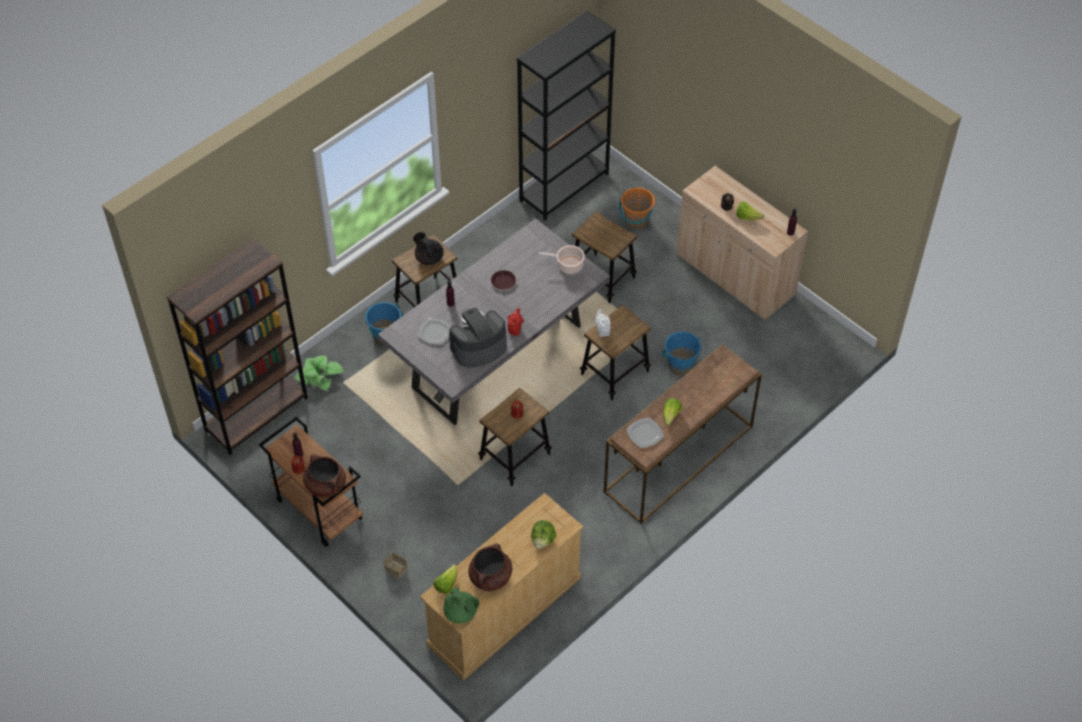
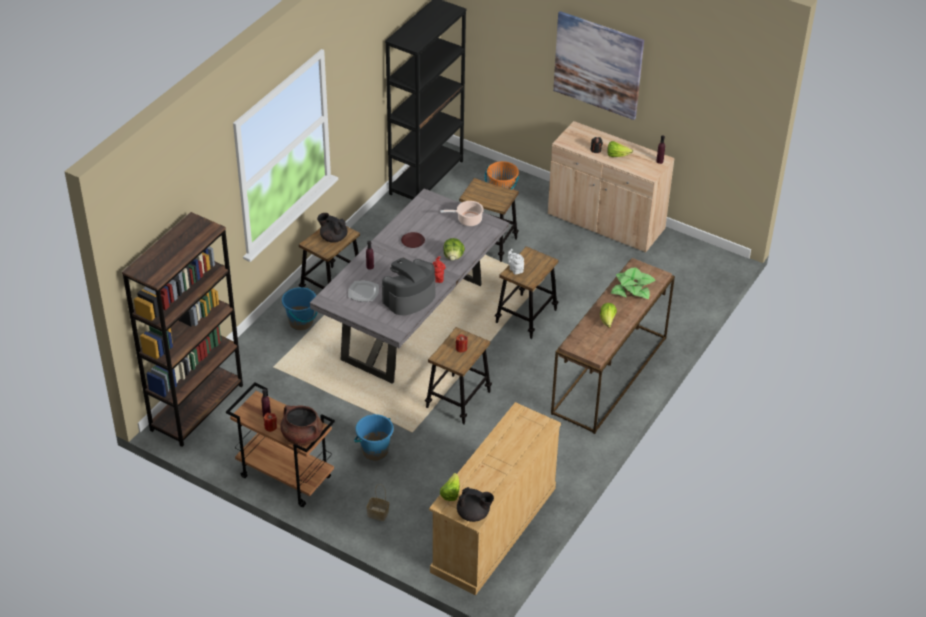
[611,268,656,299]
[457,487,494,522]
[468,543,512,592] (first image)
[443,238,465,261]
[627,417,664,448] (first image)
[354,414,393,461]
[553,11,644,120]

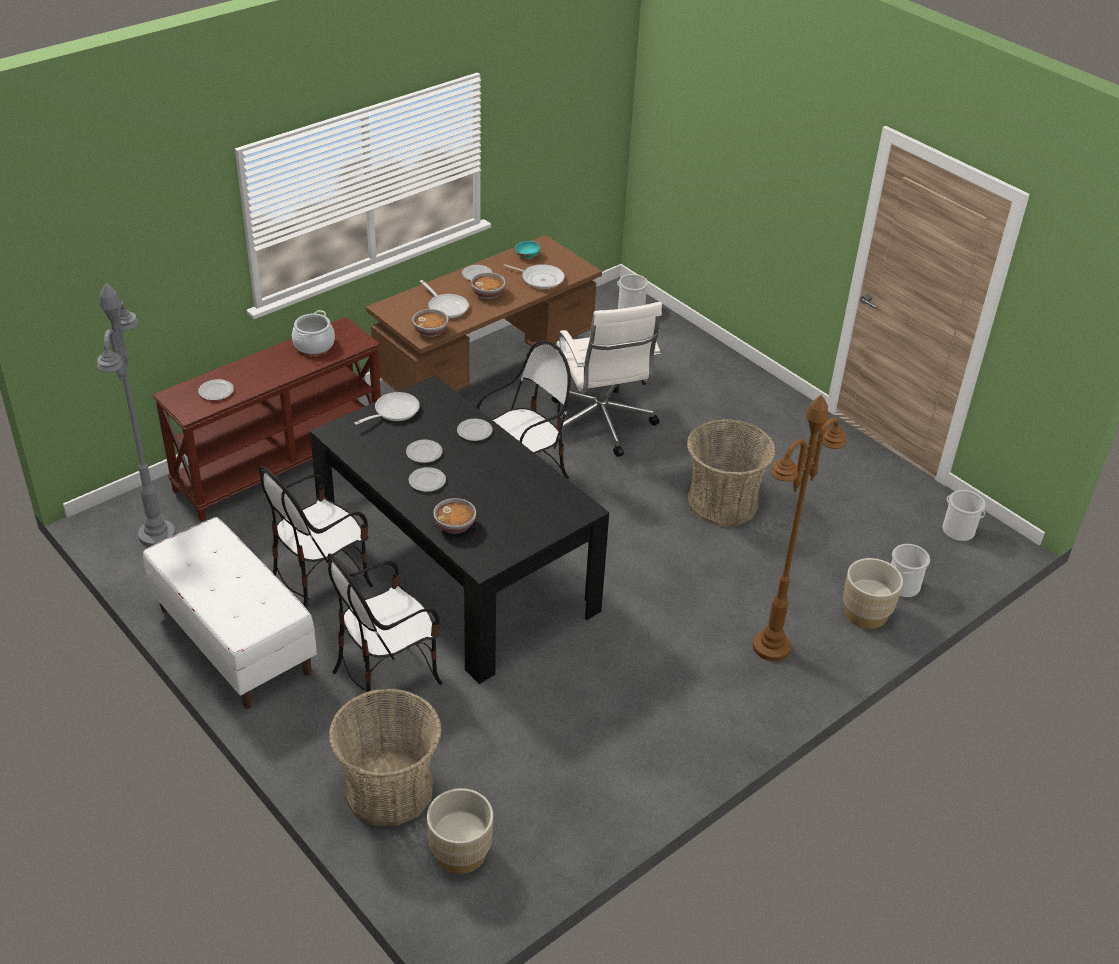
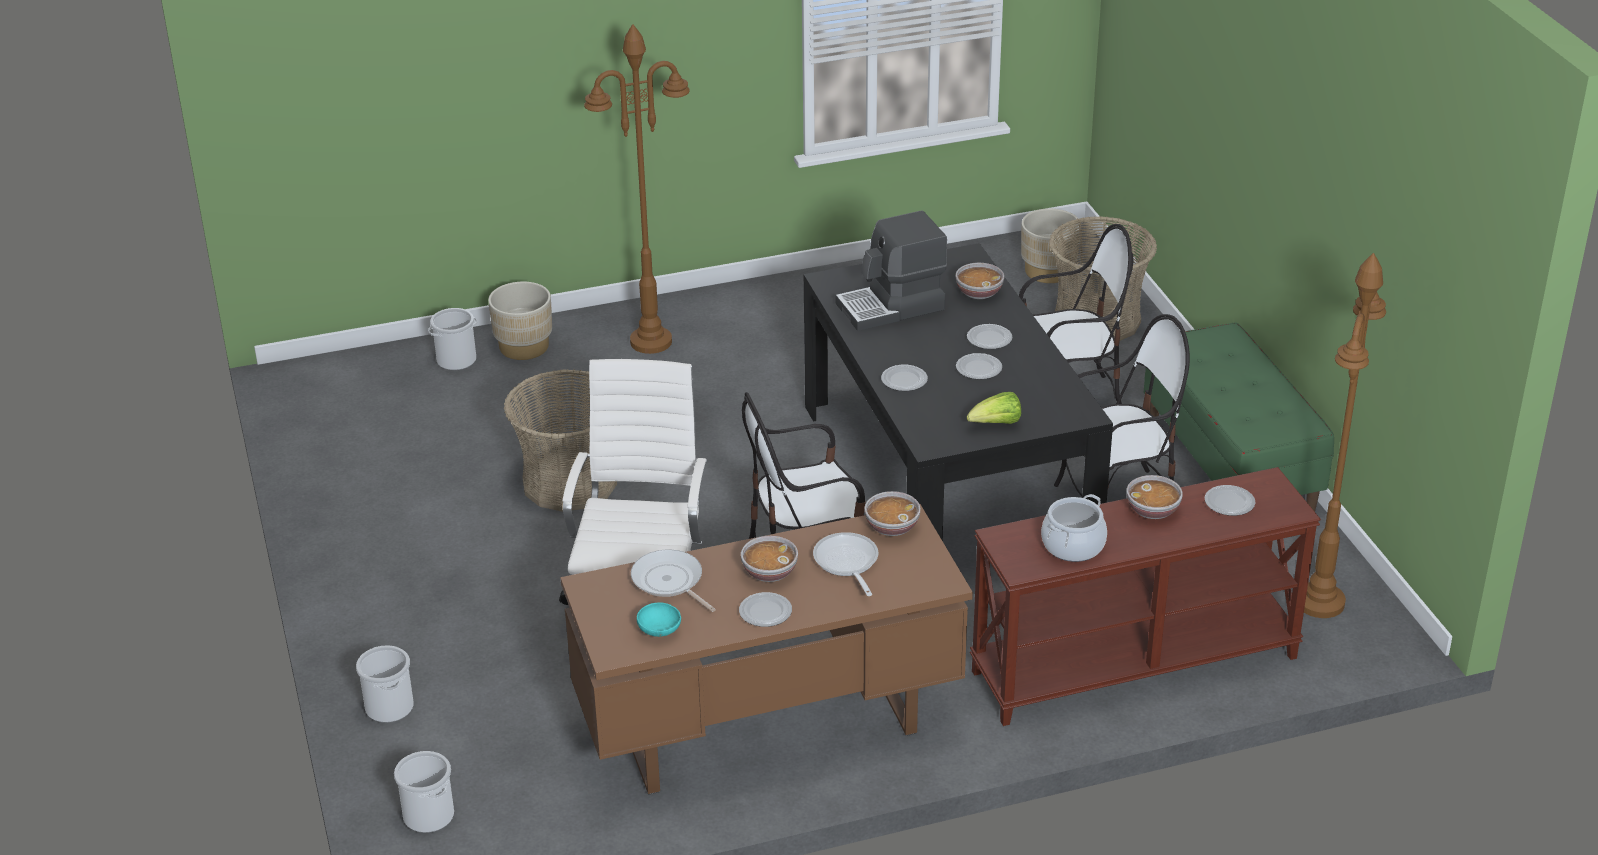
[1304,253,1386,618]
[1144,322,1334,512]
[967,392,1021,424]
[356,646,414,723]
[835,211,947,331]
[1127,475,1183,519]

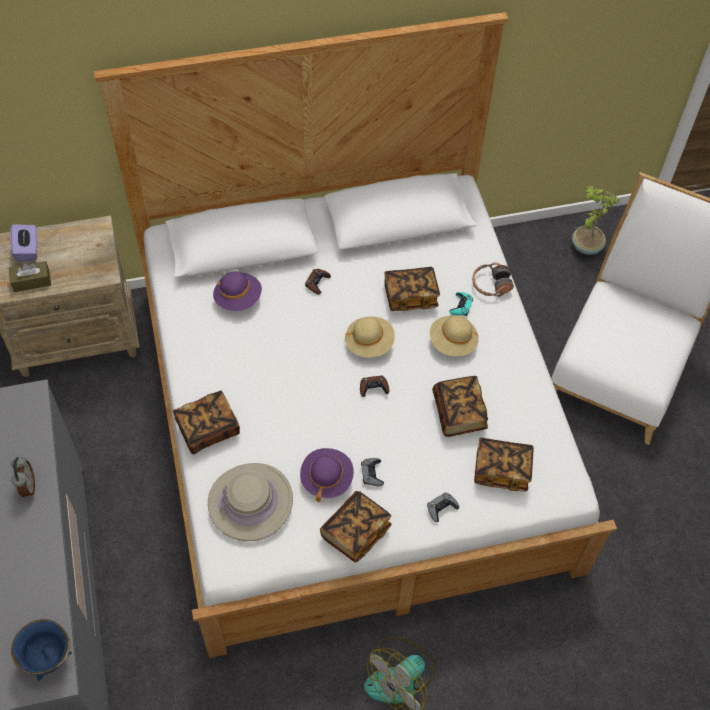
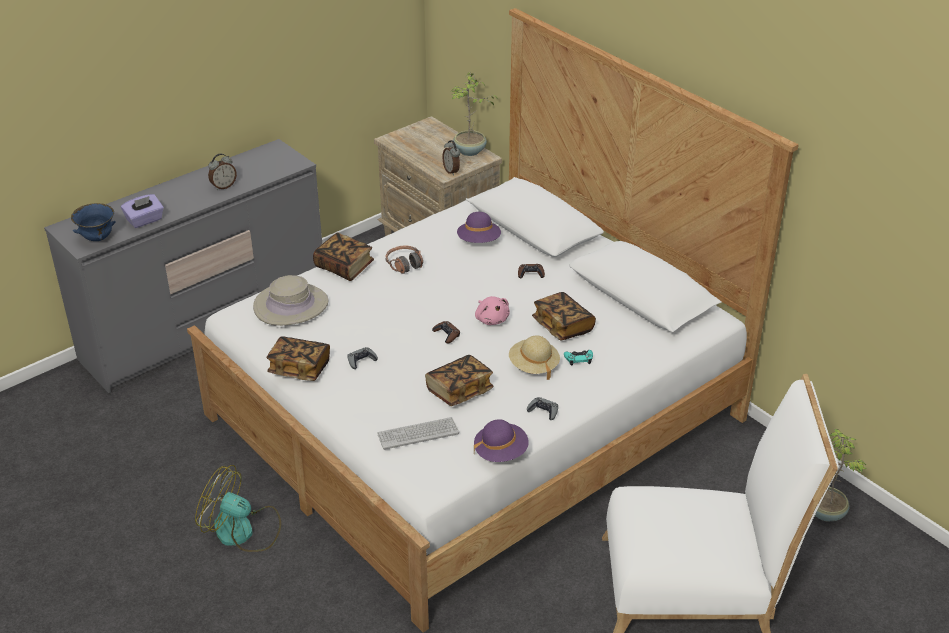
[9,261,51,292] (first image)
[121,194,164,228]
[474,419,529,462]
[475,296,510,325]
[527,397,558,420]
[386,246,423,274]
[377,417,459,450]
[443,140,460,176]
[451,72,498,156]

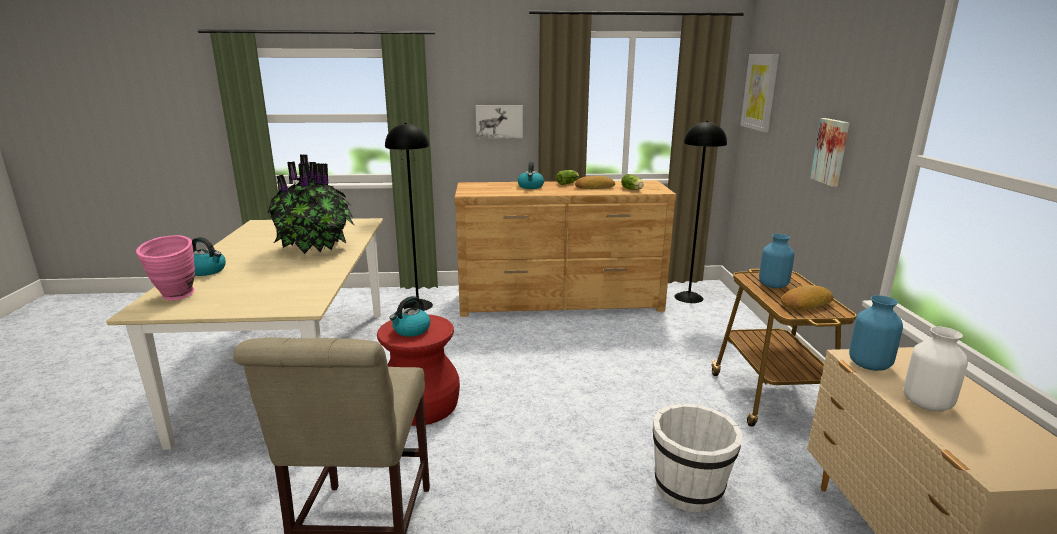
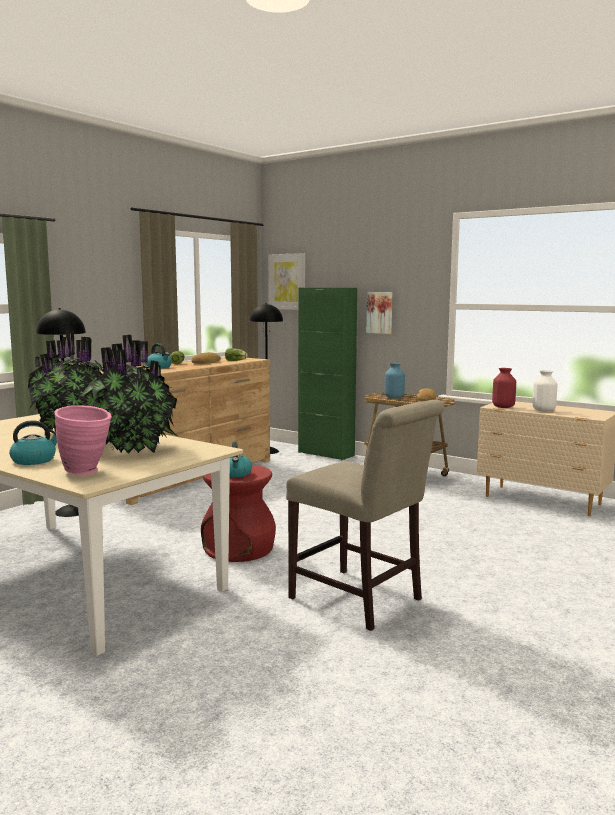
[476,105,523,139] (first image)
[653,403,743,512] (first image)
[492,368,516,408]
[80,335,177,453]
[298,288,357,461]

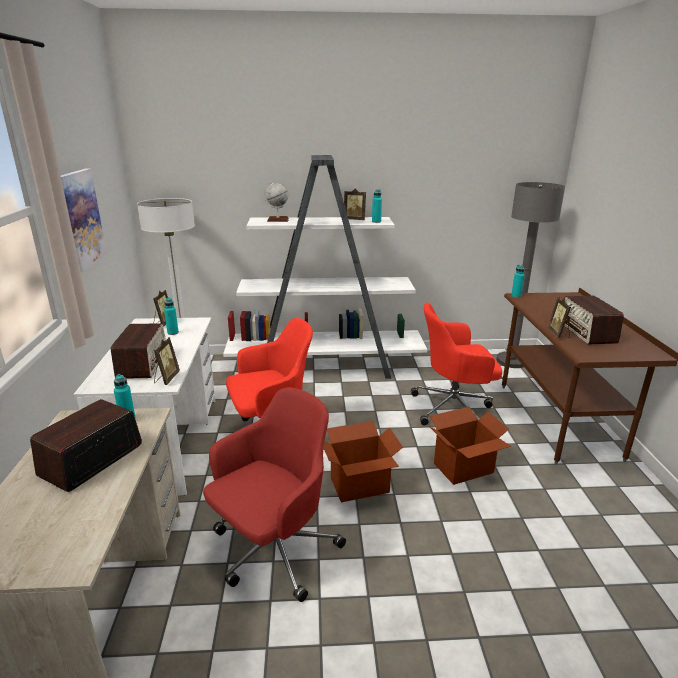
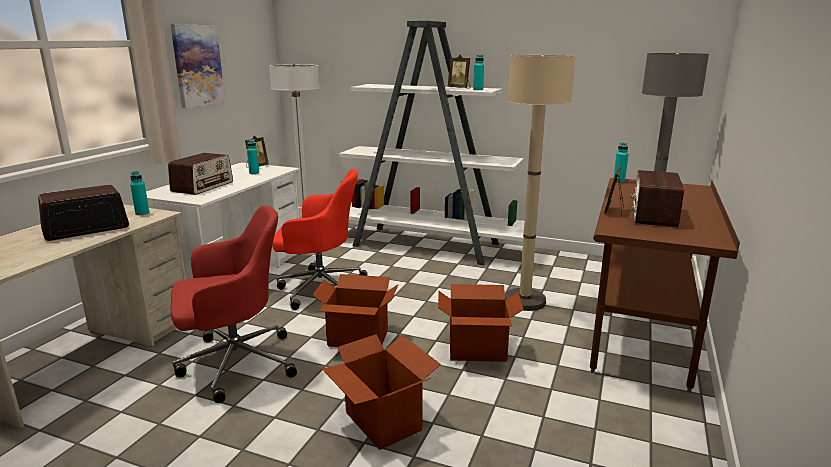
[154,337,180,385] (first image)
[263,182,289,222] (first image)
[505,55,576,311]
[322,334,441,450]

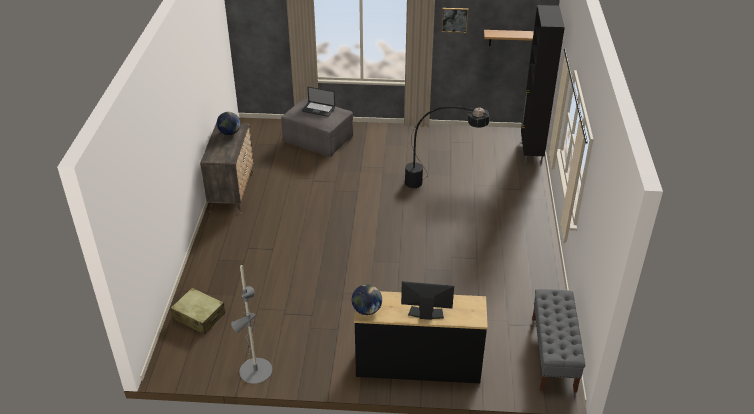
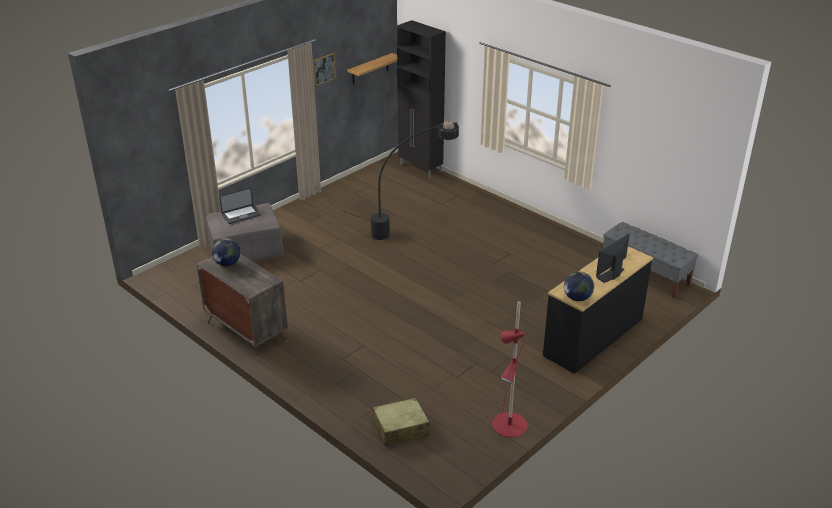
[430,301,528,437]

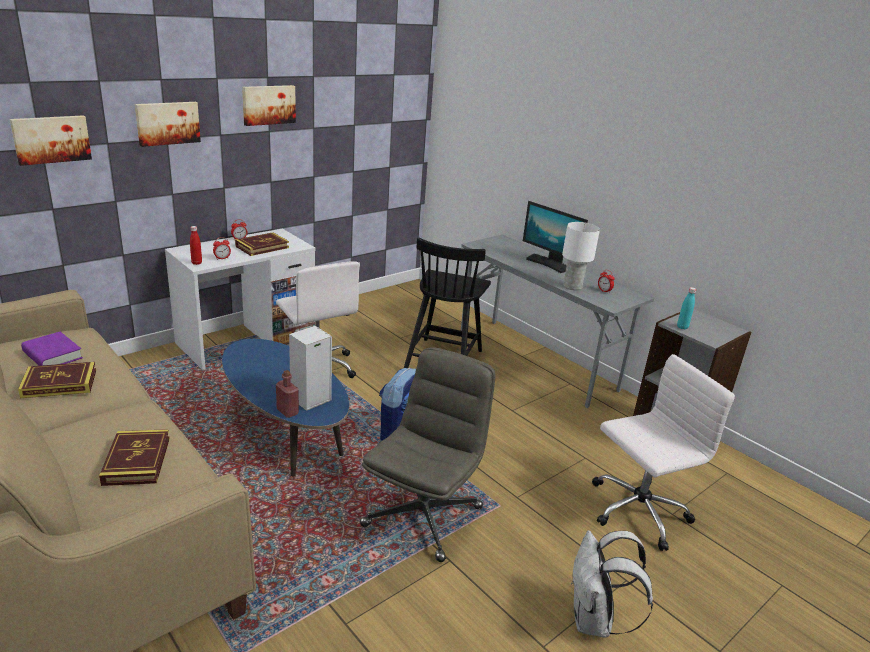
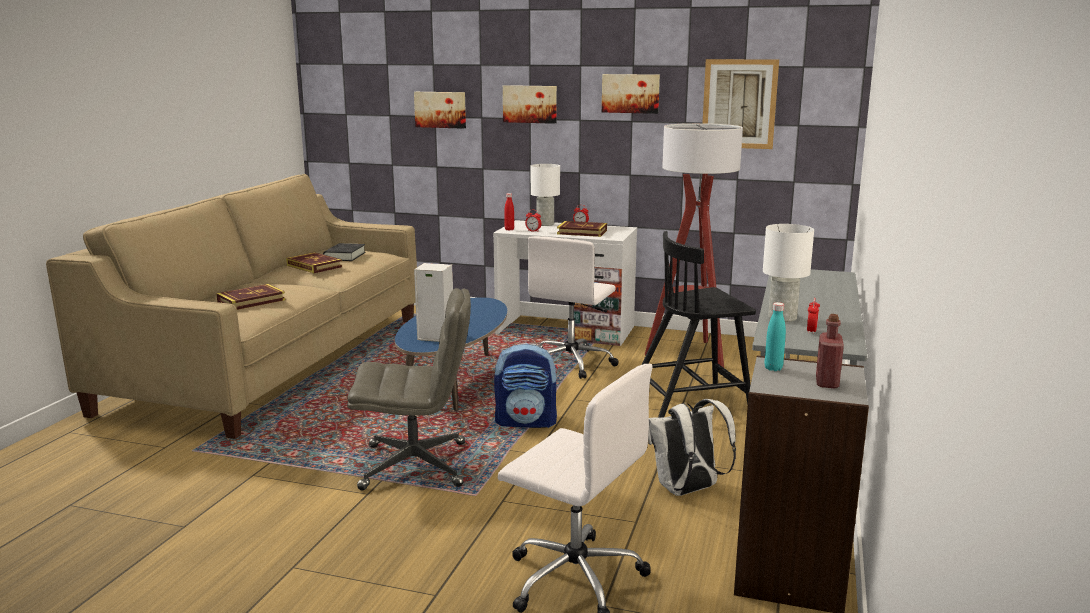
[323,243,366,261]
[816,314,844,388]
[523,201,588,273] (first image)
[648,399,736,496]
[531,164,560,226]
[645,123,743,368]
[703,59,779,149]

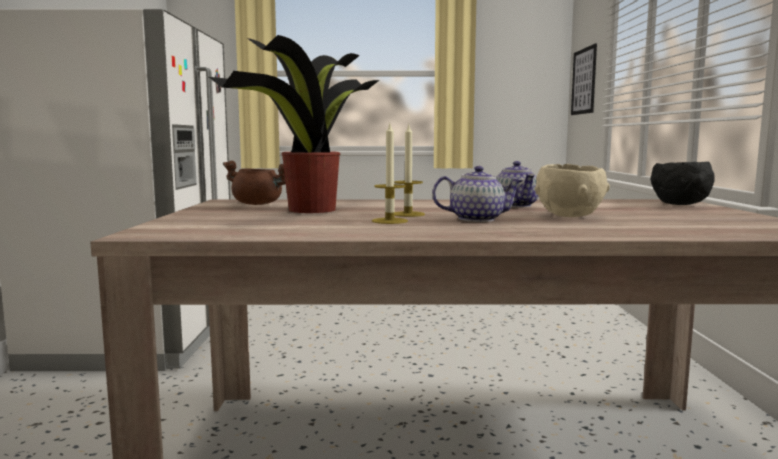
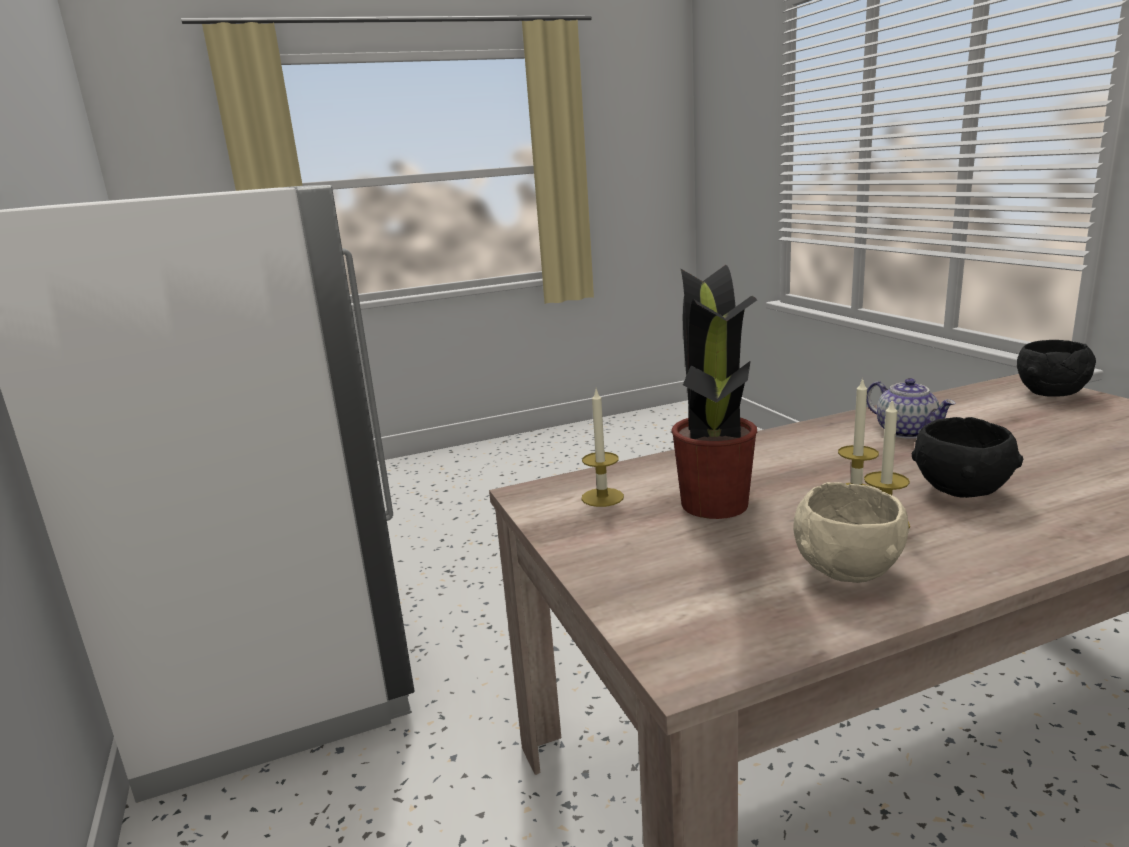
[581,390,624,507]
[912,417,1023,498]
[793,482,909,583]
[571,44,597,115] (first image)

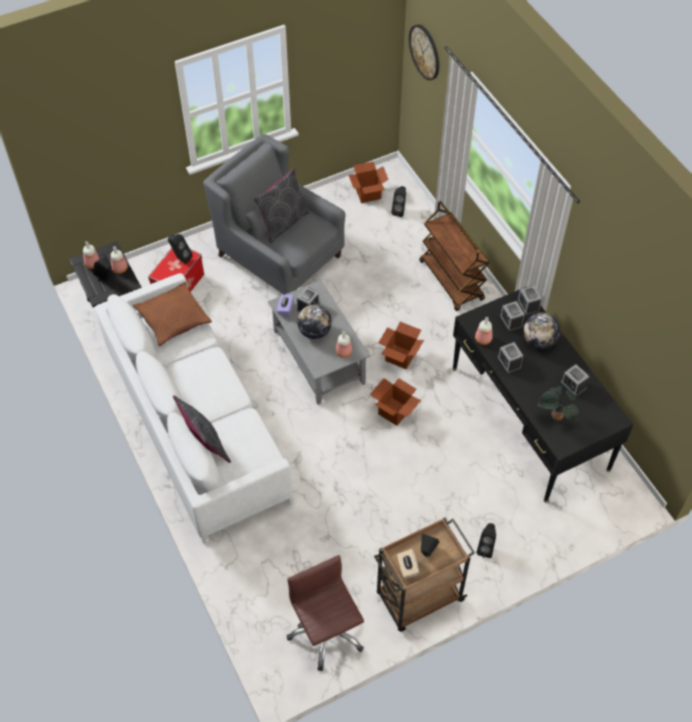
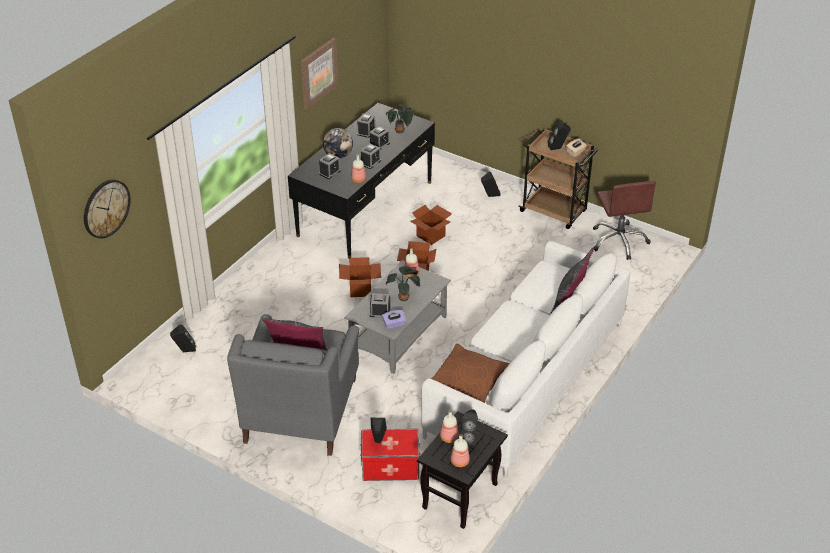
[593,181,656,260]
[386,266,420,301]
[410,205,452,245]
[419,201,489,311] (first image)
[370,126,390,150]
[301,38,338,109]

